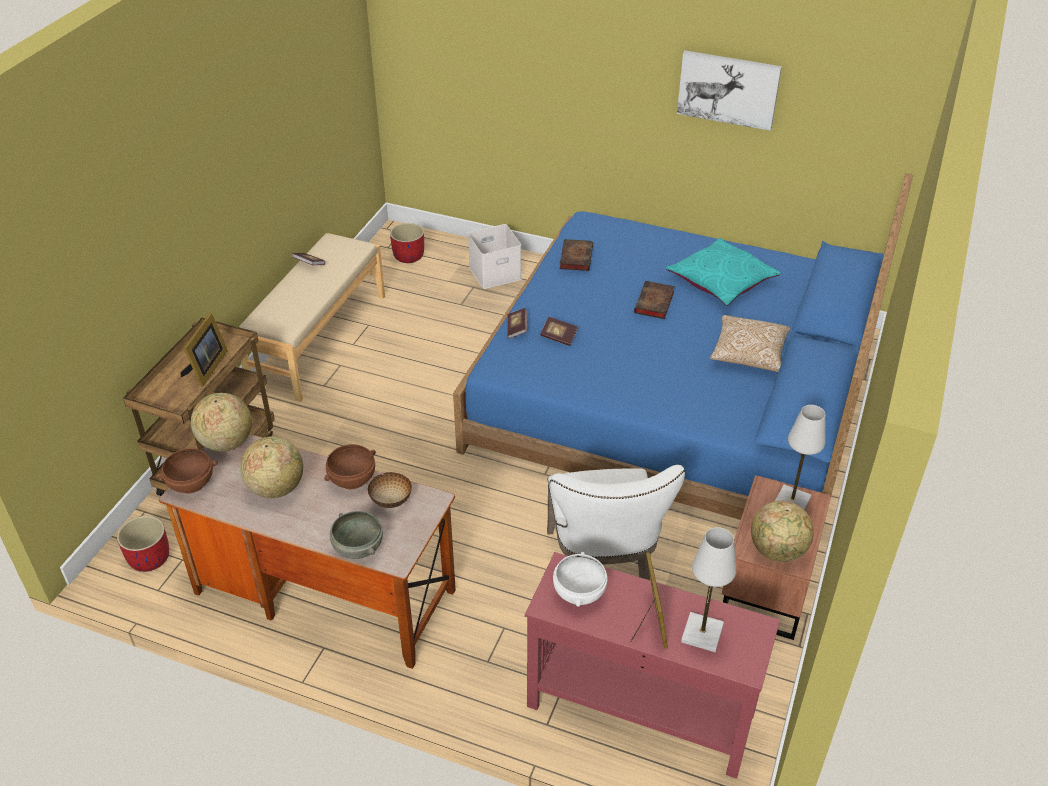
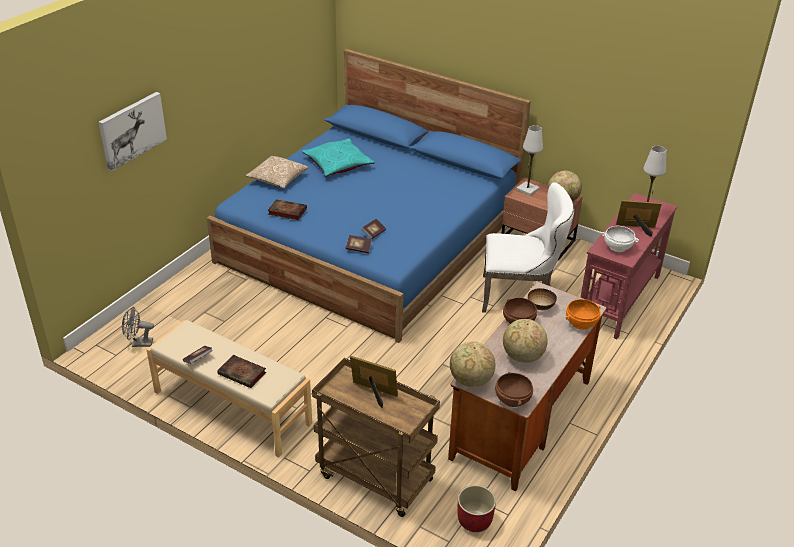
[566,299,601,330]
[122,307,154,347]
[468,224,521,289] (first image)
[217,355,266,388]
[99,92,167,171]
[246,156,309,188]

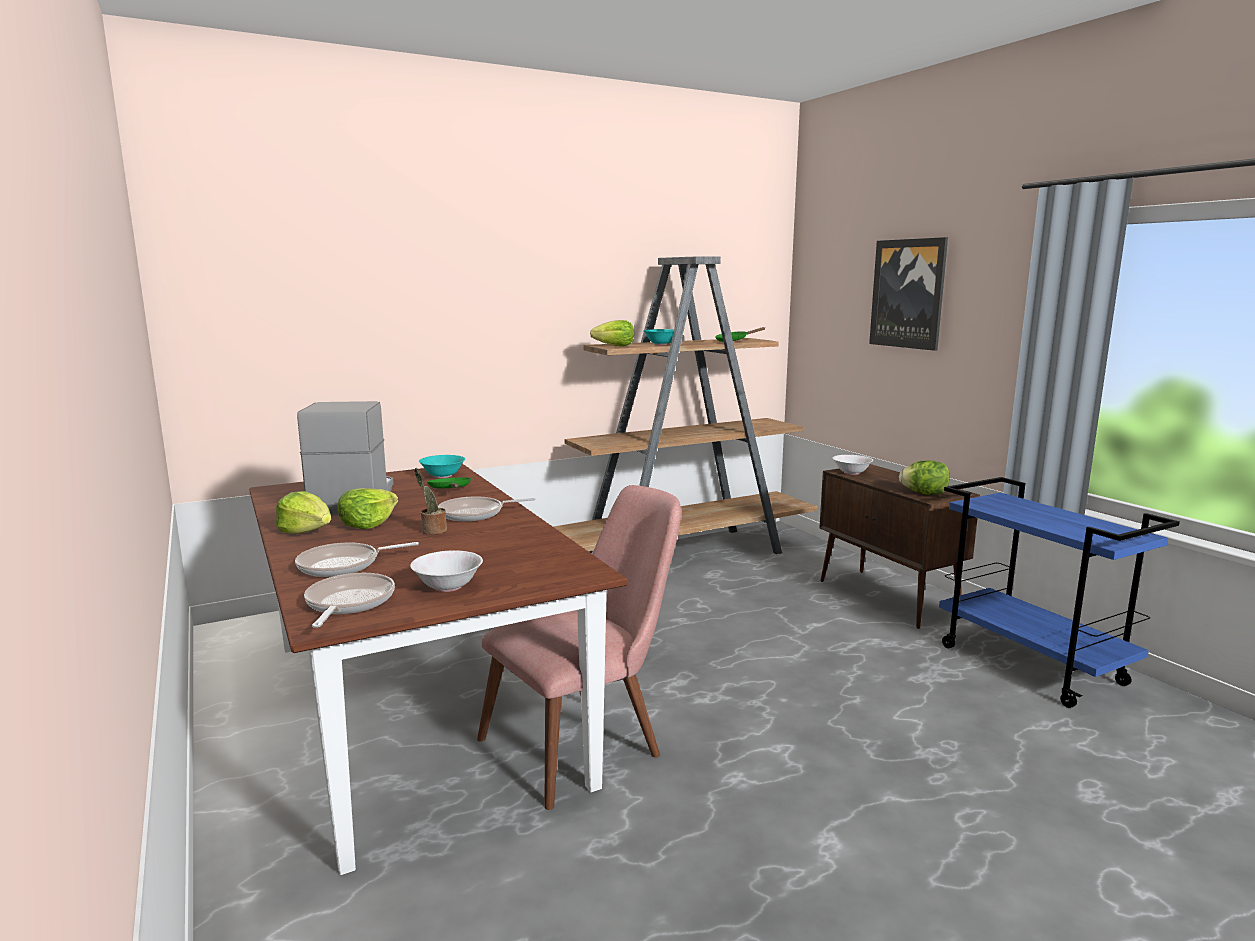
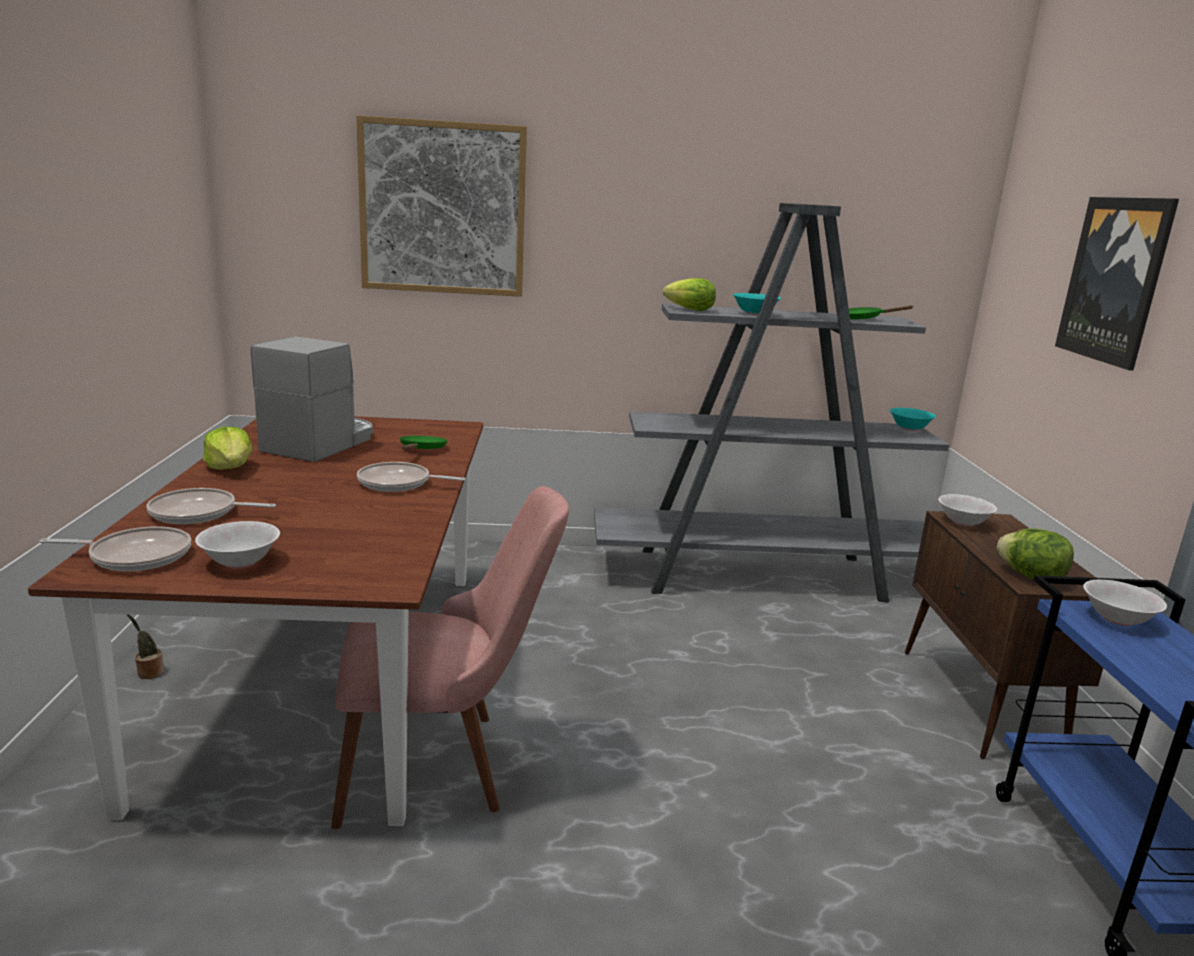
[39,526,191,571]
[338,488,398,529] (first image)
[127,614,164,679]
[890,408,936,431]
[594,203,949,603]
[356,115,527,297]
[1083,580,1167,626]

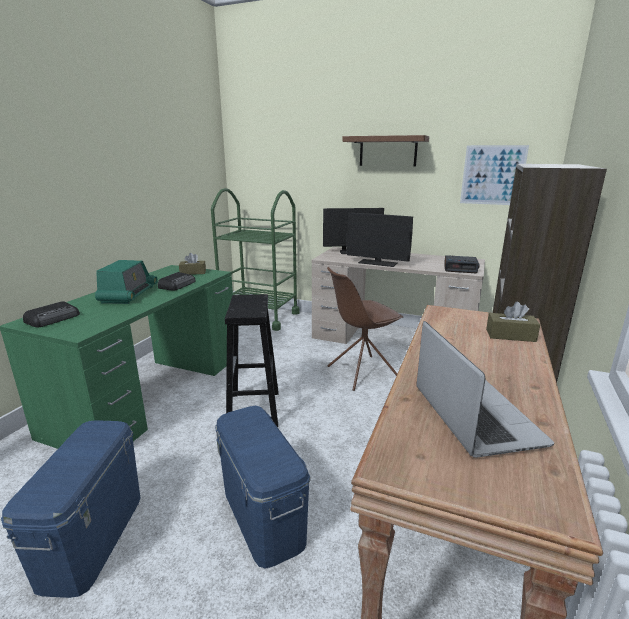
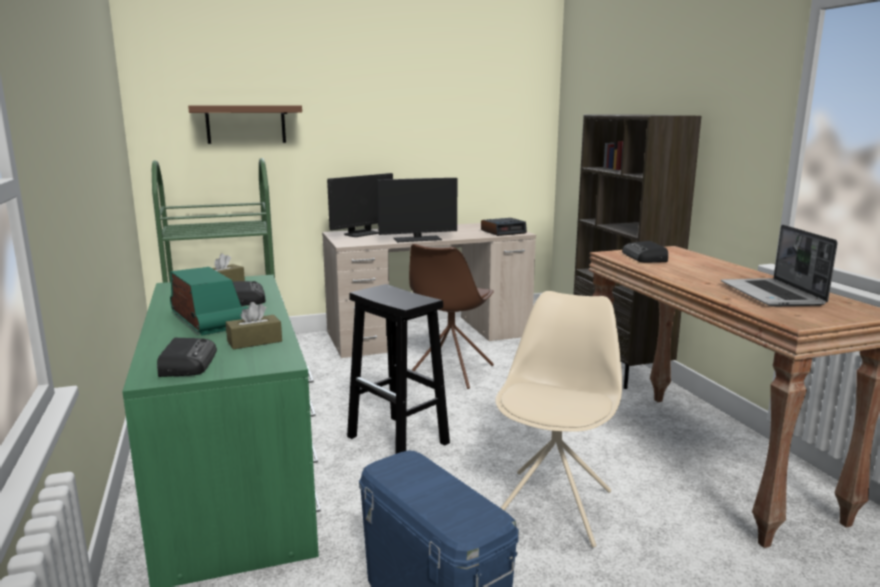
[495,291,622,547]
[188,105,302,144]
[721,225,838,307]
[460,145,529,205] (first image)
[226,302,282,350]
[622,241,668,263]

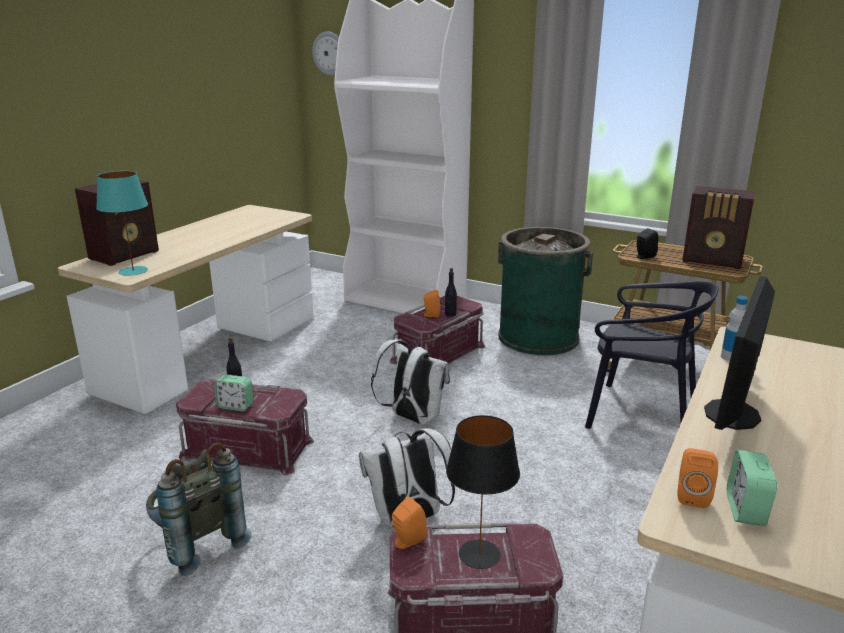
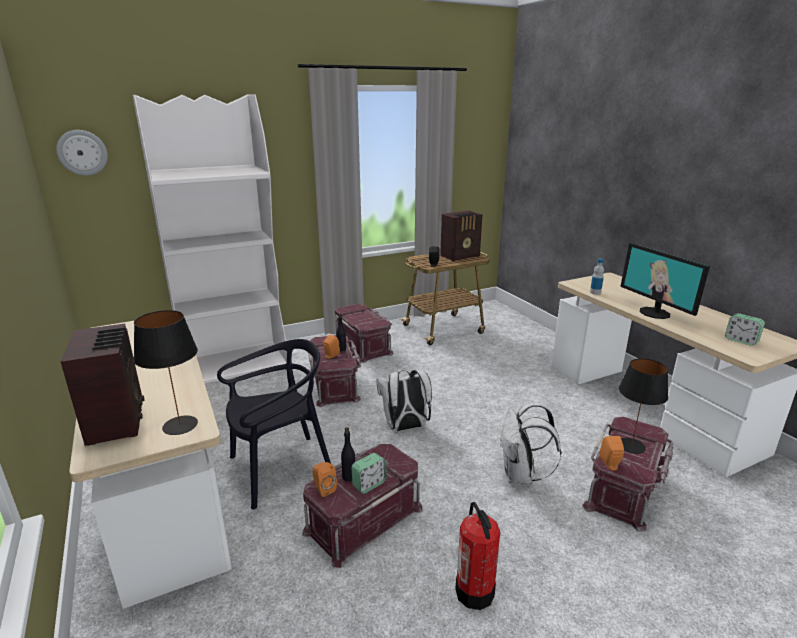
[133,310,198,435]
[455,502,500,610]
[335,304,394,363]
[217,339,331,510]
[313,462,337,497]

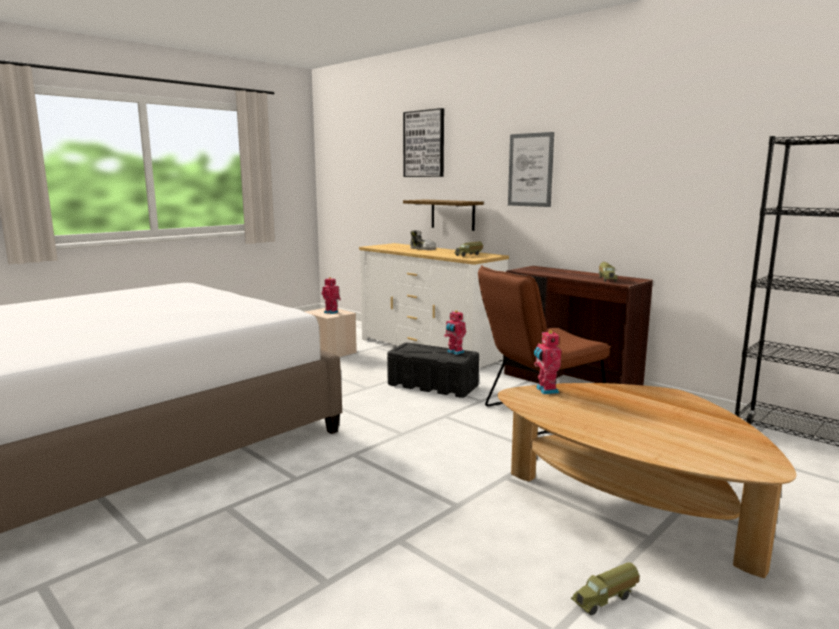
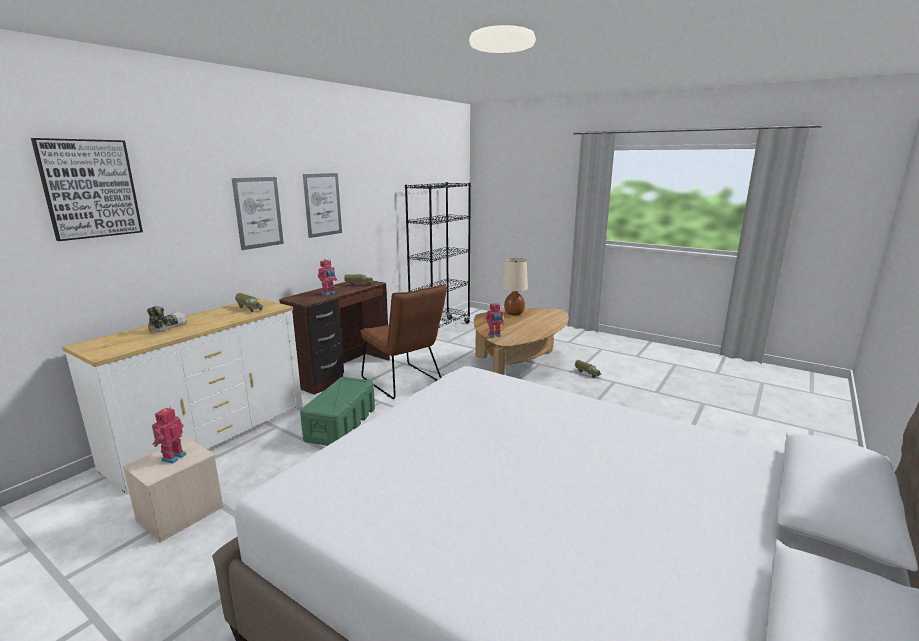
[300,377,375,446]
[403,200,484,231] (first image)
[318,259,337,295]
[303,173,342,238]
[503,258,528,315]

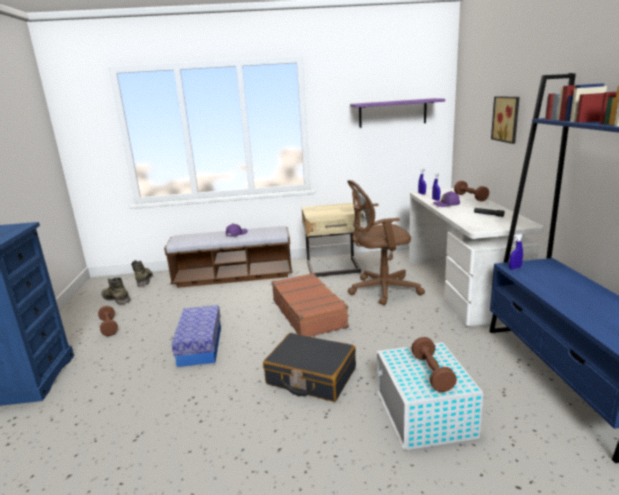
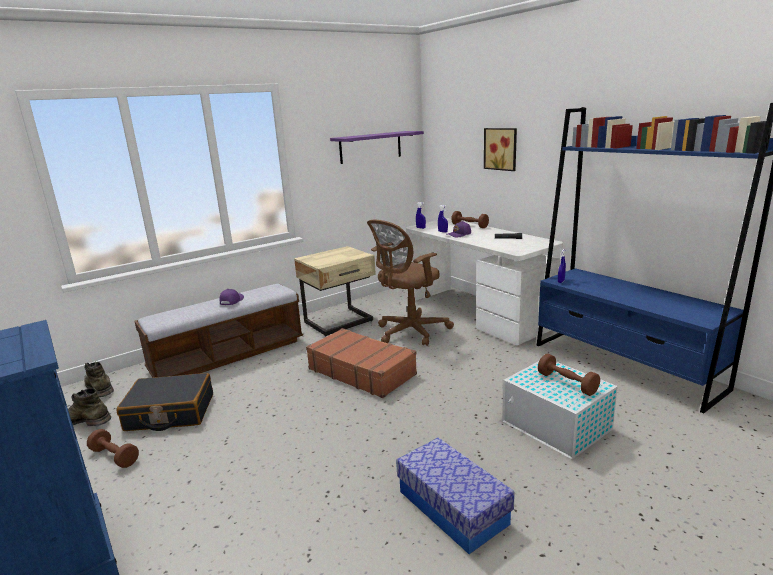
[396,438,515,554]
[116,373,213,431]

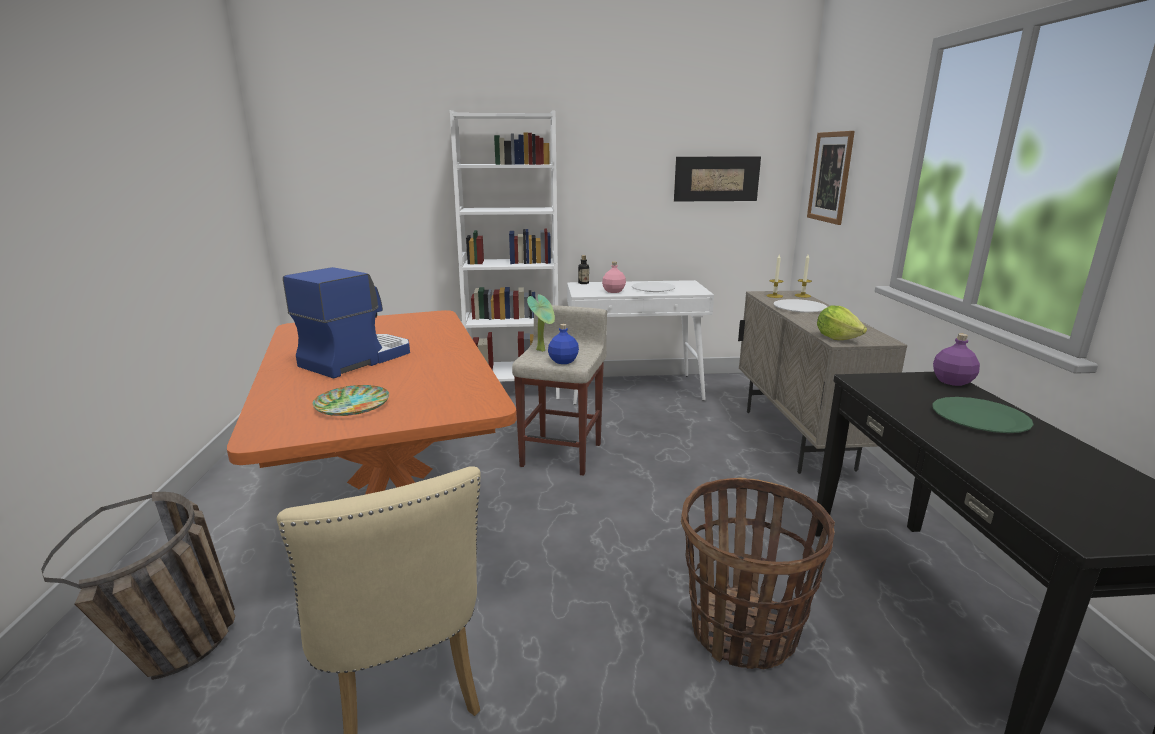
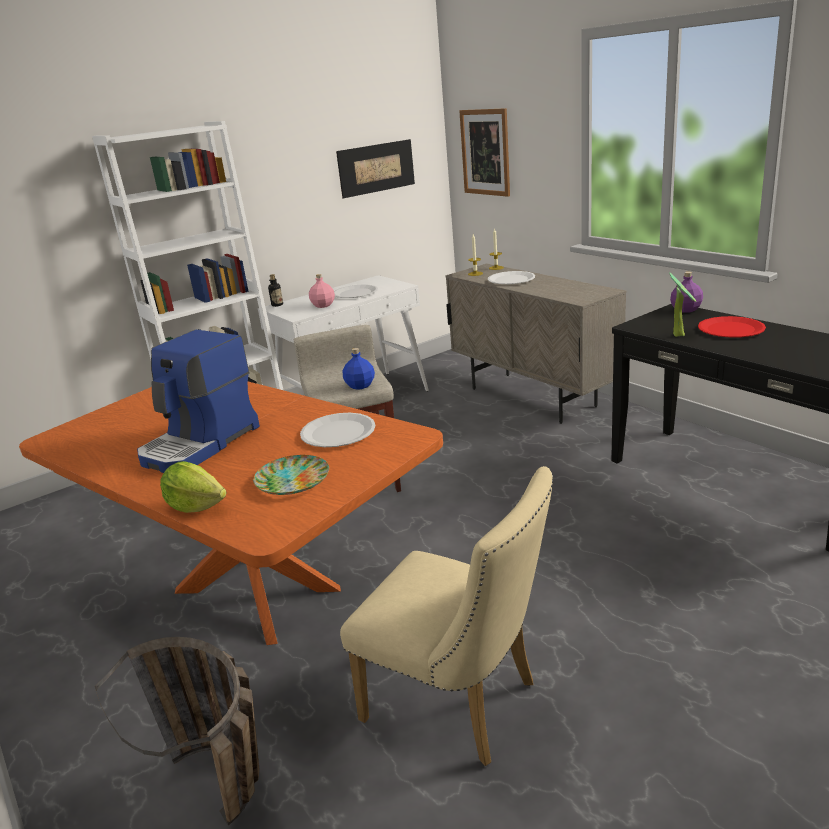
[137,330,260,473]
[669,272,696,337]
[681,478,835,669] (first image)
[160,461,227,513]
[698,316,766,337]
[300,413,375,447]

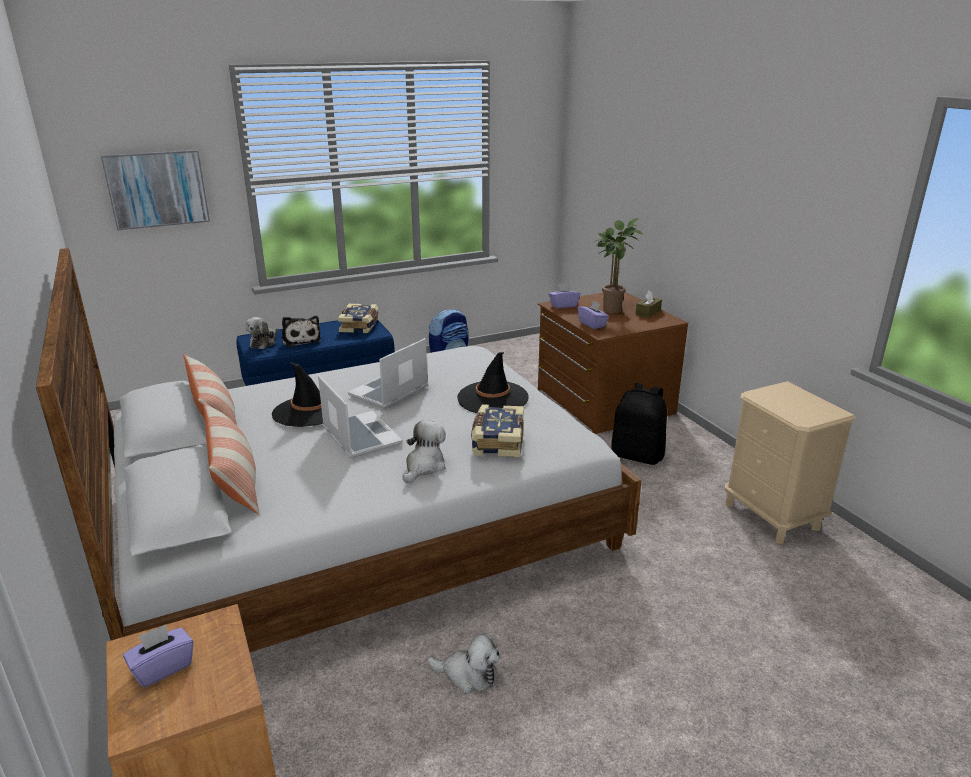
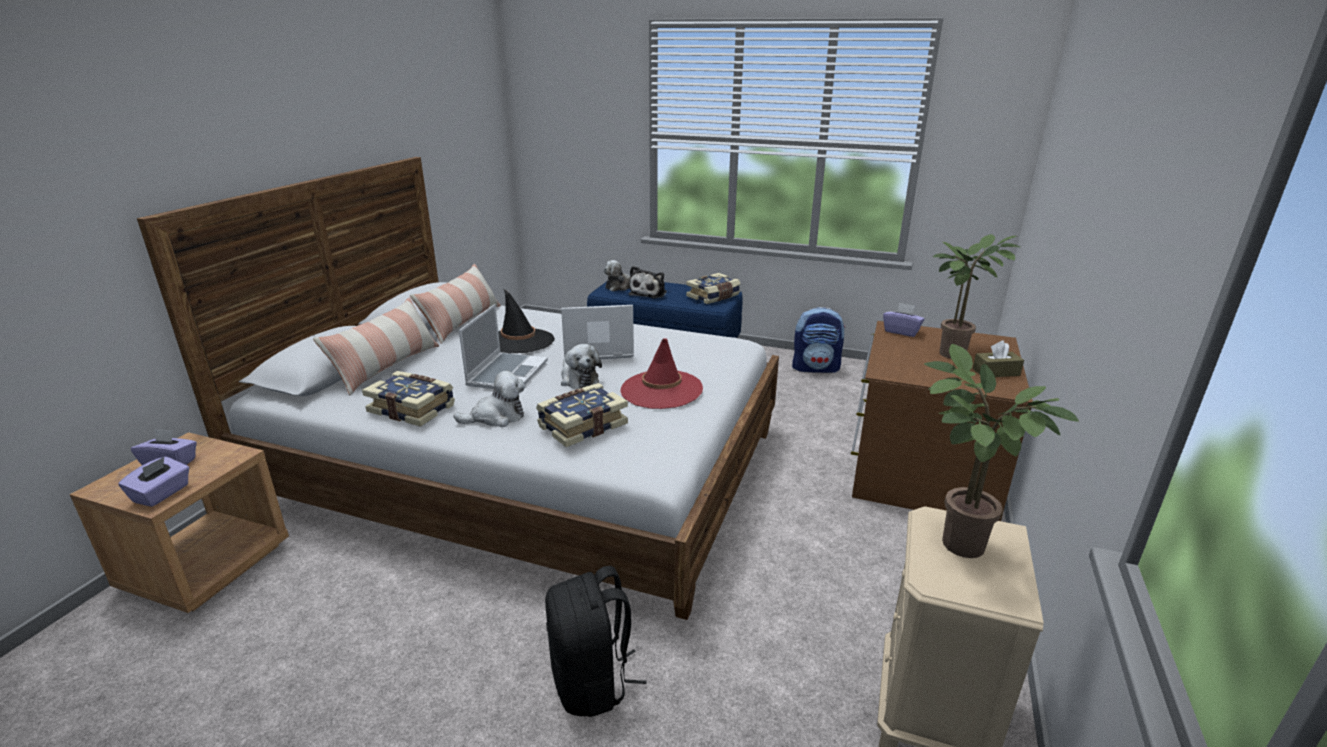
[101,150,210,230] (first image)
[561,344,602,389]
[621,338,703,409]
[119,456,189,507]
[545,566,647,717]
[362,371,455,427]
[924,344,1079,558]

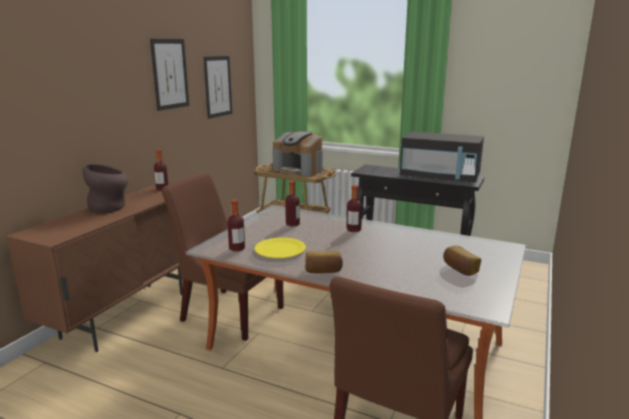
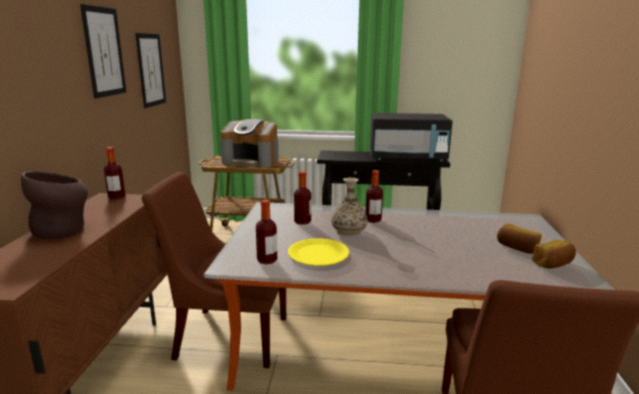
[532,240,576,269]
[331,178,368,237]

